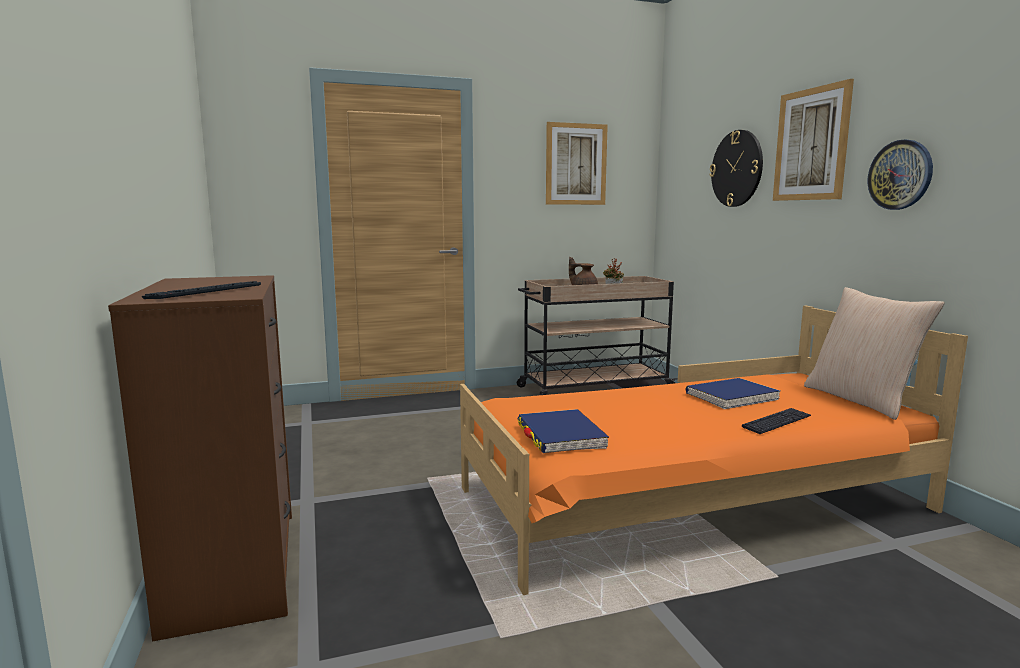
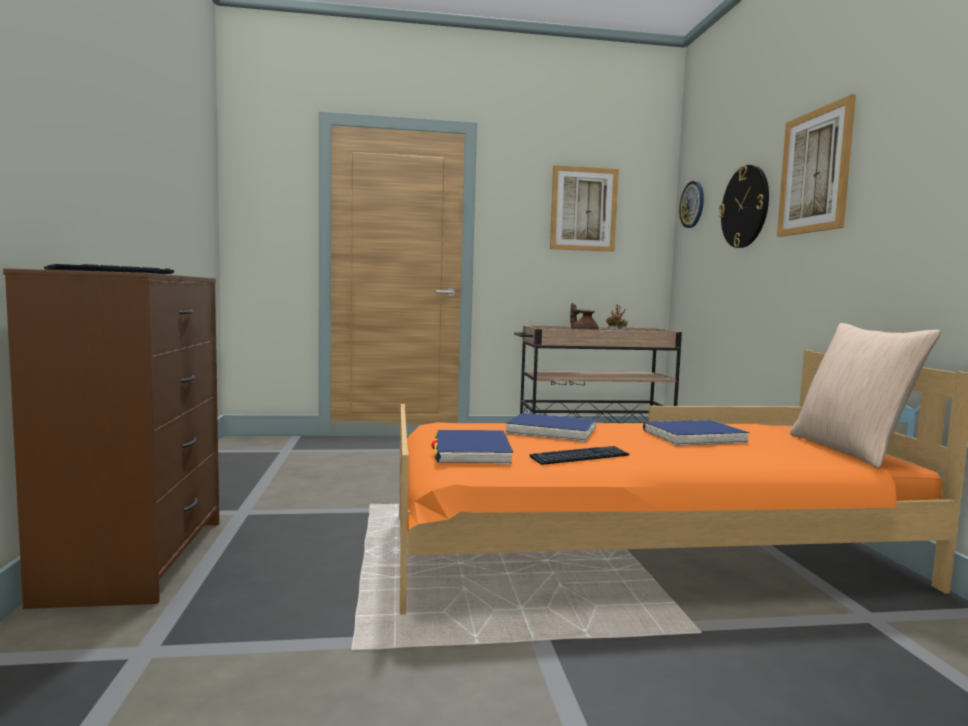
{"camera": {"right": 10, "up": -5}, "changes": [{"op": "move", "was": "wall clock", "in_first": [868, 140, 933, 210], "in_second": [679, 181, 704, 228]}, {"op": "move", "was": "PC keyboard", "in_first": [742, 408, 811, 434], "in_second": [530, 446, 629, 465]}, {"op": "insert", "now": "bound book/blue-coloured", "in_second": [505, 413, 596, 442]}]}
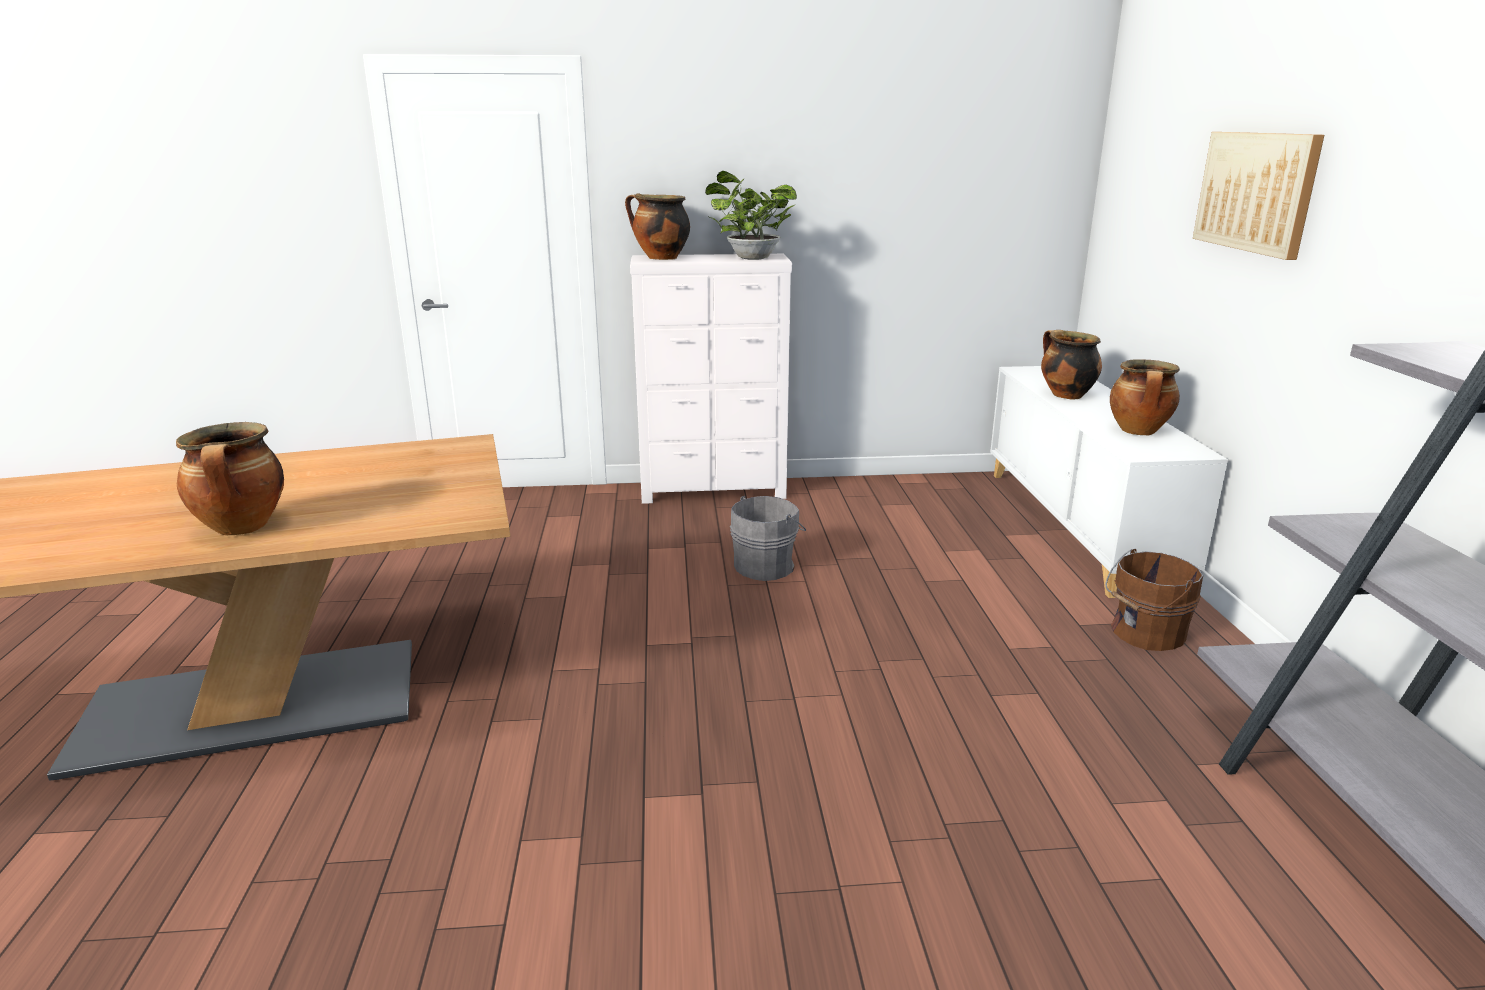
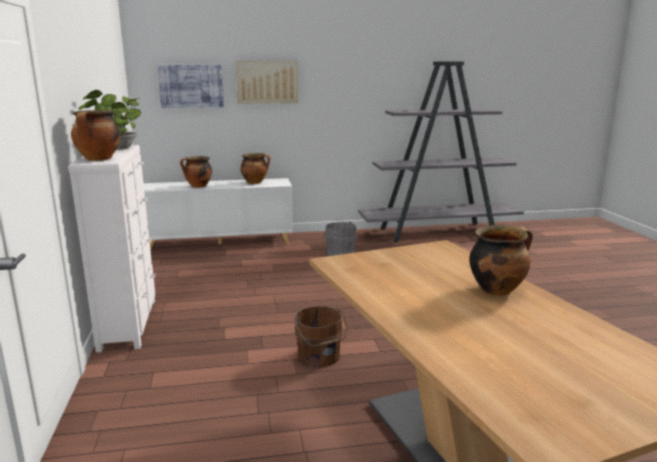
{"camera": {"right": -95, "up": -5}, "changes": [{"op": "move", "was": "water bucket/gray", "in_first": [730, 496, 806, 581], "in_second": [322, 221, 357, 256]}, {"op": "move", "was": "water bucket/brown", "in_first": [1105, 549, 1203, 651], "in_second": [295, 306, 347, 367]}, {"op": "insert", "now": "wall picture", "in_second": [157, 65, 224, 108]}]}
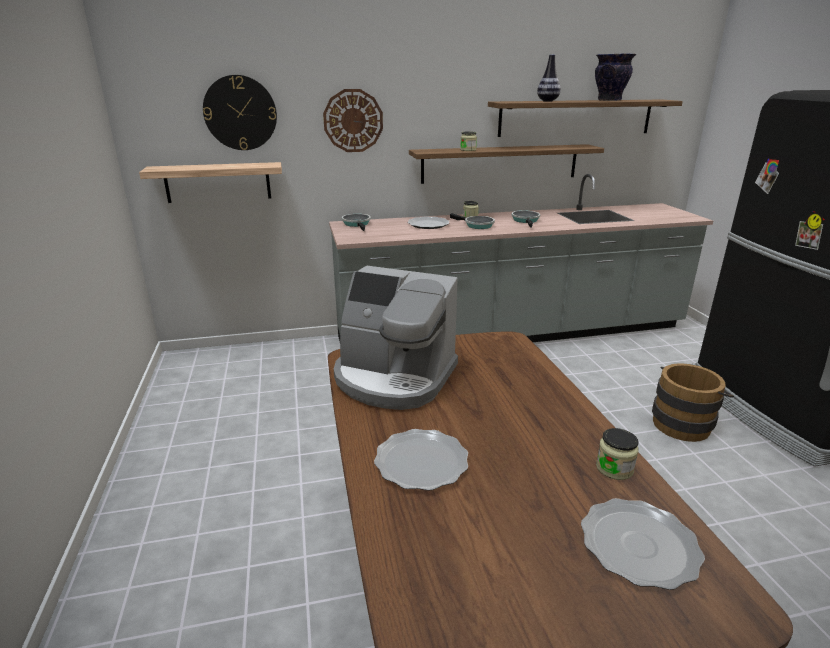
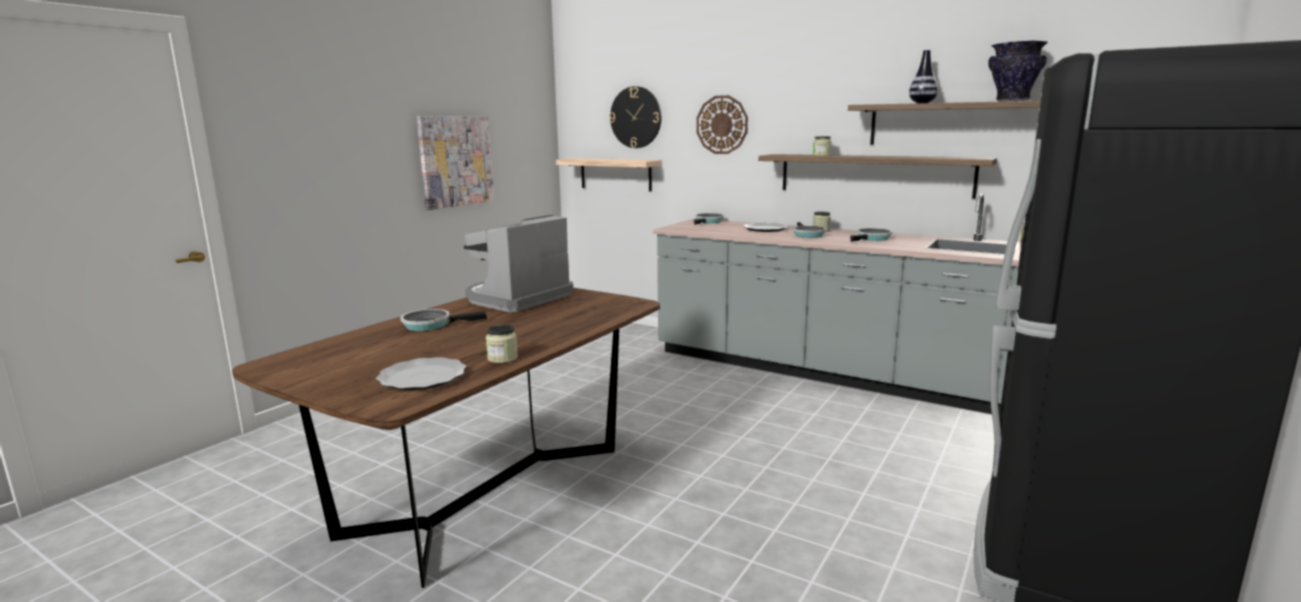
{"camera": {"right": 45, "up": -10}, "changes": [{"op": "rotate", "was": "coffee machine", "in_first": [334, 265, 458, 410], "in_second": [463, 215, 573, 312], "clockwise": 60}, {"op": "delete", "was": "water bucket/brown", "in_first": [652, 363, 734, 442]}, {"op": "replace", "was": "flat dish", "now": "skillet", "in_first": [374, 429, 468, 490], "in_second": [400, 309, 487, 331]}, {"op": "insert", "now": "wall picture", "in_second": [417, 116, 494, 210]}]}
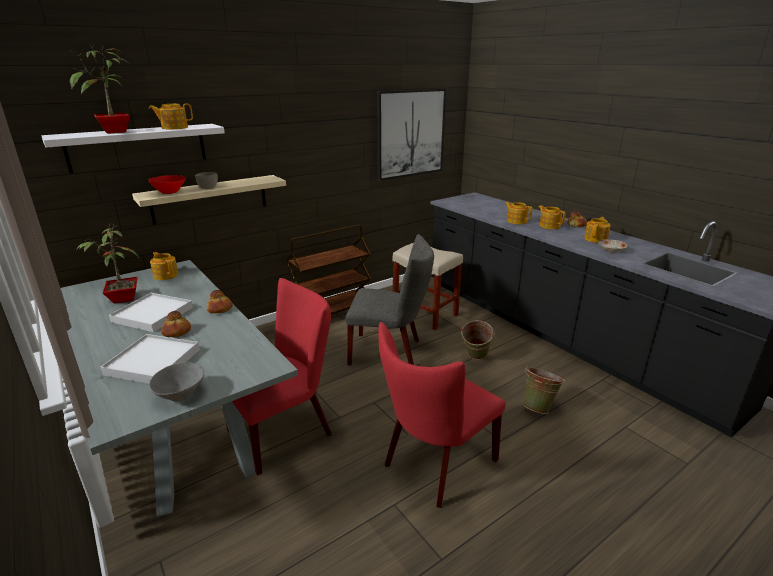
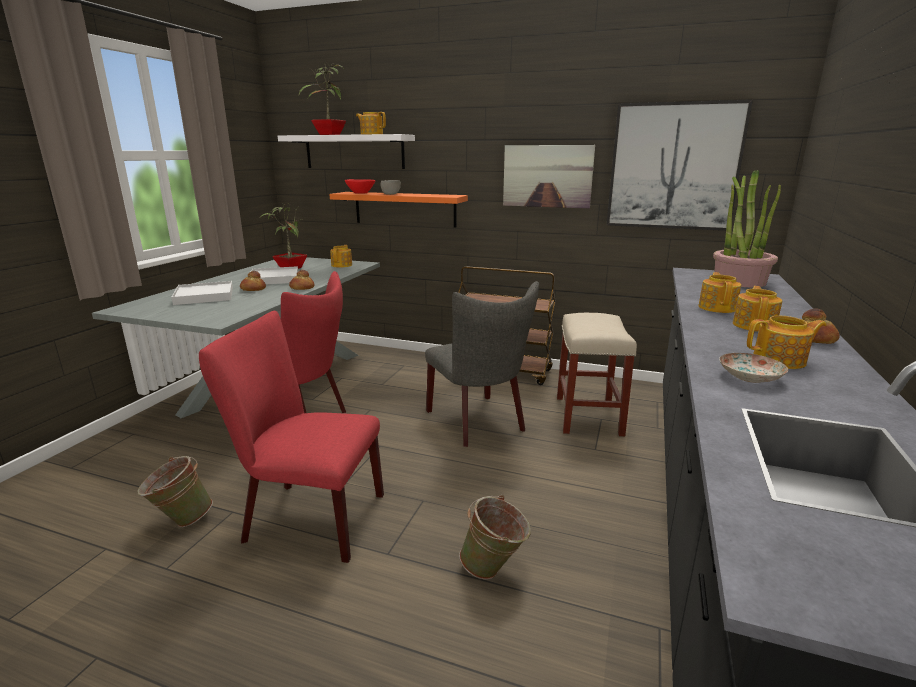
{"camera": {"right": 55, "up": -5}, "changes": [{"op": "recolor", "was": "bracket shelf/beige-coloured", "now": "bracket shelf/orange-coloured", "in_first": [132, 175, 286, 225], "in_second": [329, 192, 468, 228]}, {"op": "move", "was": "water bucket/greenish", "in_first": [461, 320, 495, 360], "in_second": [137, 456, 213, 527]}, {"op": "delete", "was": "serving bowl/gray", "in_first": [149, 362, 204, 402]}, {"op": "insert", "now": "wall picture", "in_second": [503, 145, 595, 208]}, {"op": "insert", "now": "potted plant", "in_second": [713, 170, 781, 287]}]}
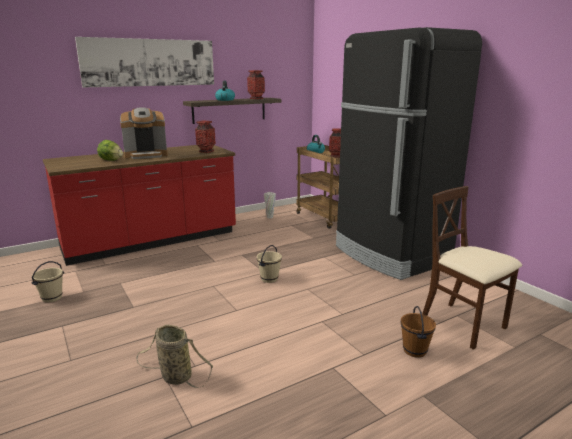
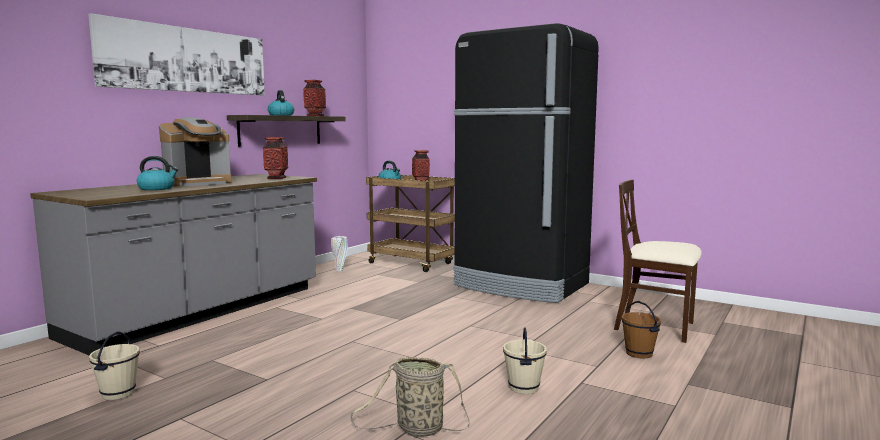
{"camera": {"right": -25, "up": -10}, "changes": [{"op": "replace", "was": "lettuce", "now": "tea kettle", "in_first": [97, 140, 123, 161], "in_second": [137, 156, 178, 190]}, {"op": "recolor", "was": "kitchen counter/red-coloured", "now": "kitchen counter/gray", "in_first": [43, 145, 236, 266], "in_second": [30, 174, 317, 355]}, {"op": "move", "was": "water bucket/beige-coloured", "in_first": [257, 245, 282, 283], "in_second": [503, 327, 547, 394]}]}
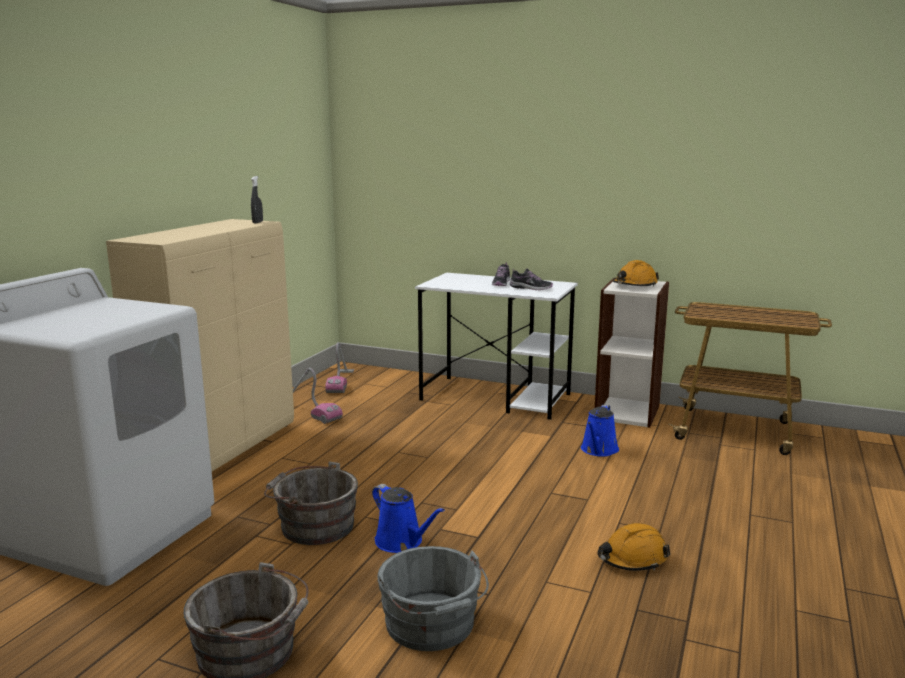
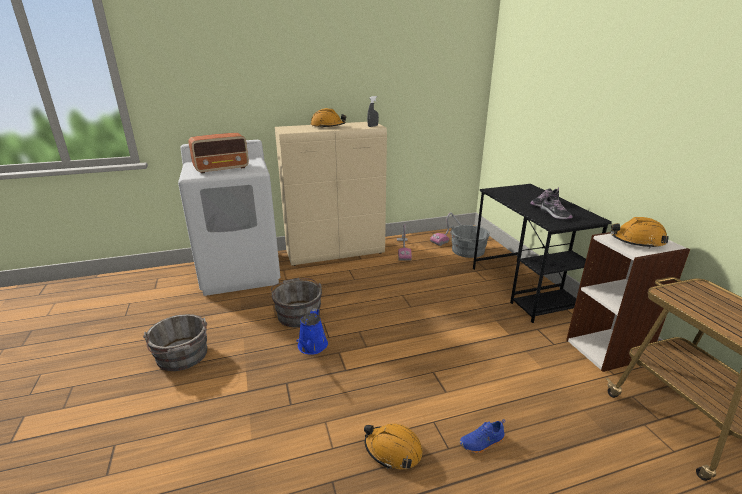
{"camera": {"right": 50, "up": 10}, "changes": [{"op": "recolor", "was": "desk unit/white", "now": "desk unit/blackish", "in_first": [415, 273, 578, 420], "in_second": [473, 184, 612, 323]}, {"op": "delete", "was": "watering can/blue-coloured", "in_first": [581, 405, 619, 457]}, {"op": "move", "was": "water bucket/gray", "in_first": [377, 546, 489, 651], "in_second": [450, 225, 490, 258]}, {"op": "insert", "now": "work helmet/orange-coloured", "in_second": [311, 108, 346, 127]}, {"op": "insert", "now": "radio", "in_second": [189, 133, 249, 174]}, {"op": "insert", "now": "shoe/blue-coloured", "in_second": [460, 419, 505, 453]}]}
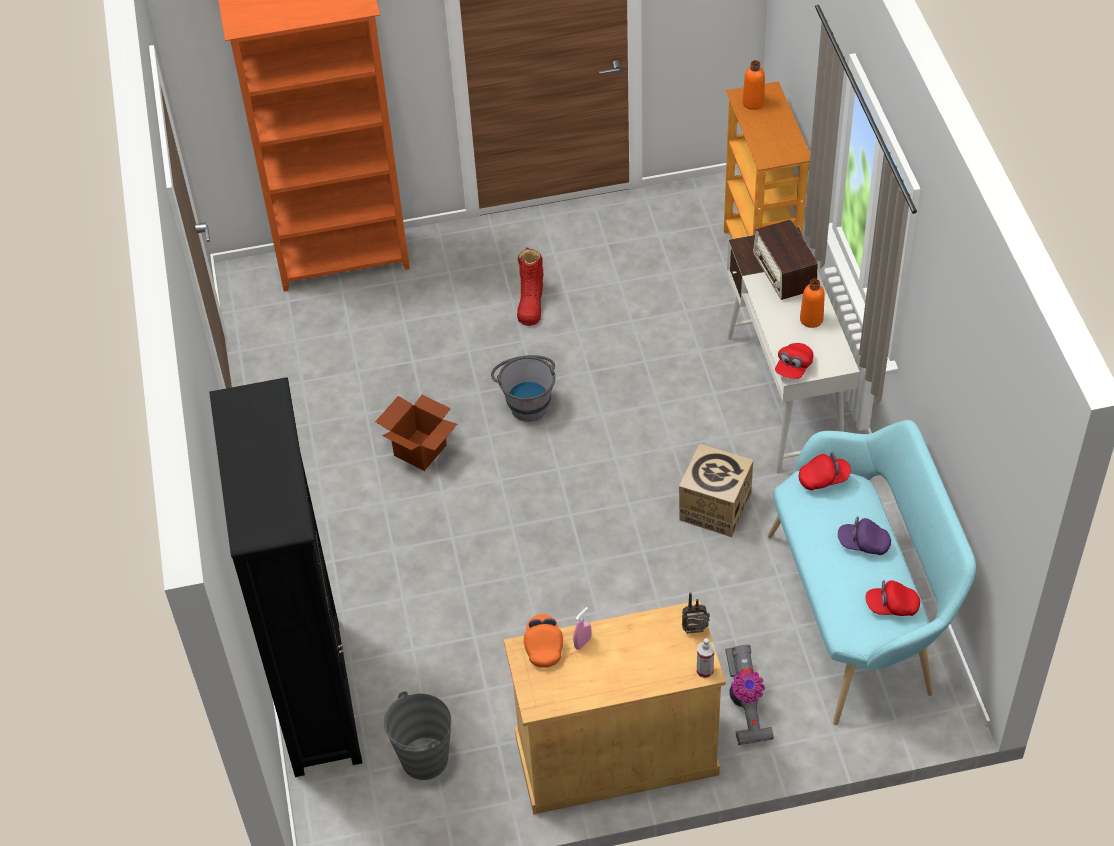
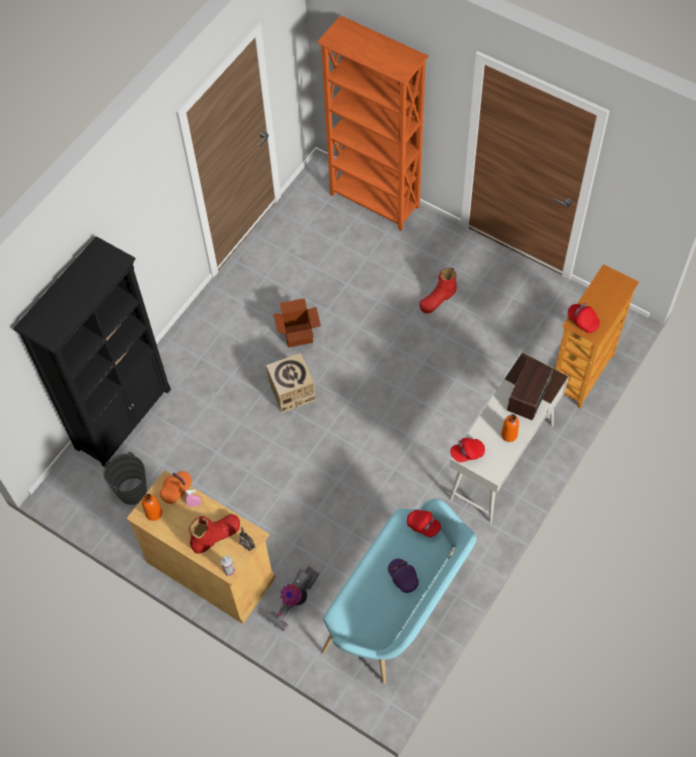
{"camera": {"right": 45, "up": 10}, "changes": [{"op": "move", "was": "drink bottle/orange-coloured", "in_first": [742, 60, 765, 110], "in_second": [142, 494, 162, 521]}, {"op": "delete", "was": "water bucket/gray", "in_first": [491, 355, 555, 422]}, {"op": "move", "was": "cardboard box", "in_first": [679, 444, 753, 537], "in_second": [266, 353, 316, 413]}, {"op": "move", "was": "cap/red-coloured", "in_first": [865, 580, 920, 616], "in_second": [568, 303, 600, 333]}, {"op": "insert", "now": "tall boot/red-coloured", "in_second": [189, 514, 240, 554]}]}
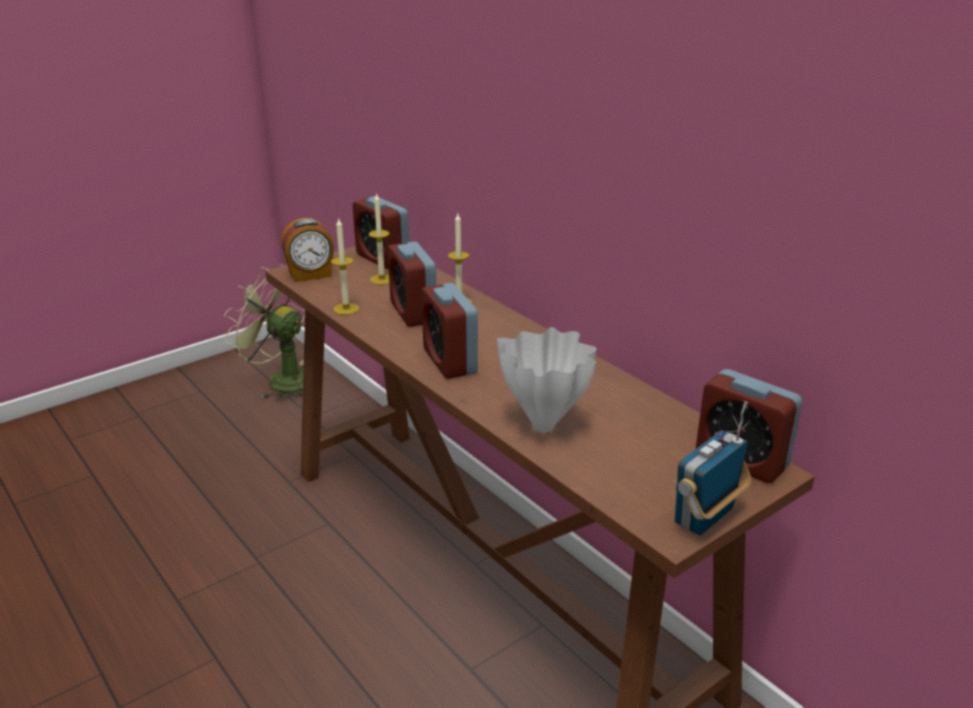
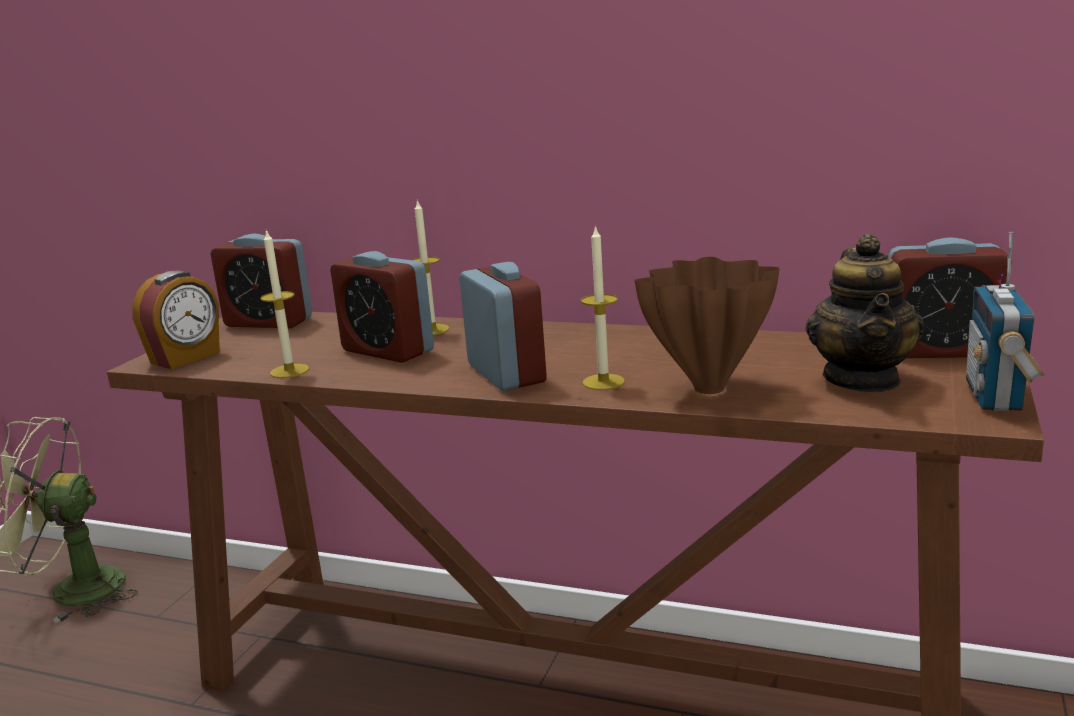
{"camera": {"right": -30, "up": -10}, "changes": [{"op": "move", "was": "candle", "in_first": [369, 192, 390, 285], "in_second": [581, 225, 625, 390]}, {"op": "rotate", "was": "table clock", "in_first": [421, 283, 478, 379], "in_second": [460, 262, 547, 391], "clockwise": -150}, {"op": "recolor", "was": "decorative vase/white", "now": "decorative vase/brown", "in_first": [497, 327, 597, 432], "in_second": [635, 257, 780, 394]}, {"op": "insert", "now": "tea pot", "in_second": [805, 234, 924, 392]}]}
